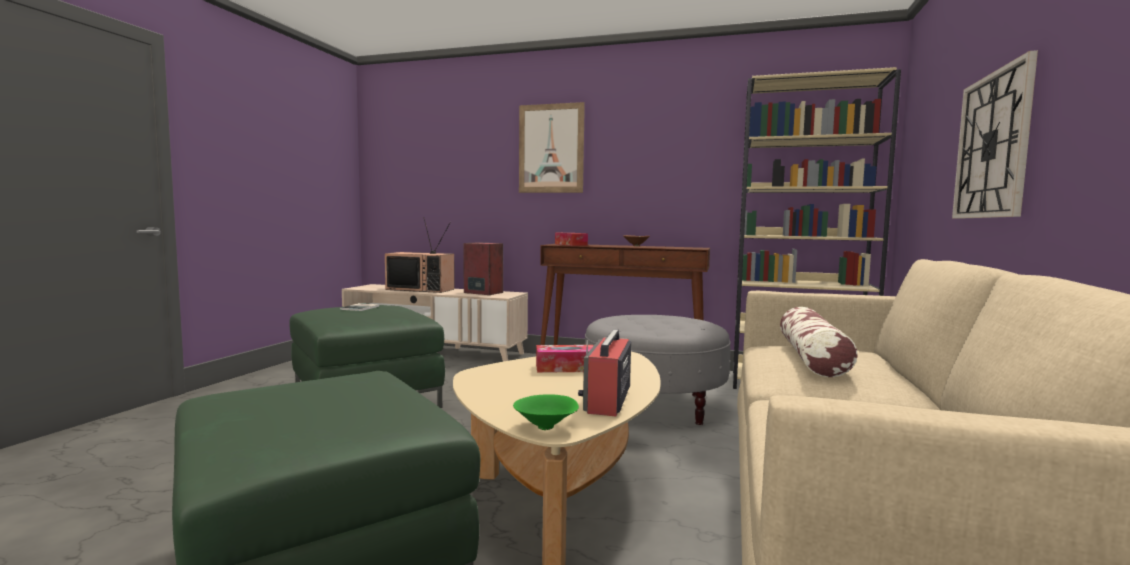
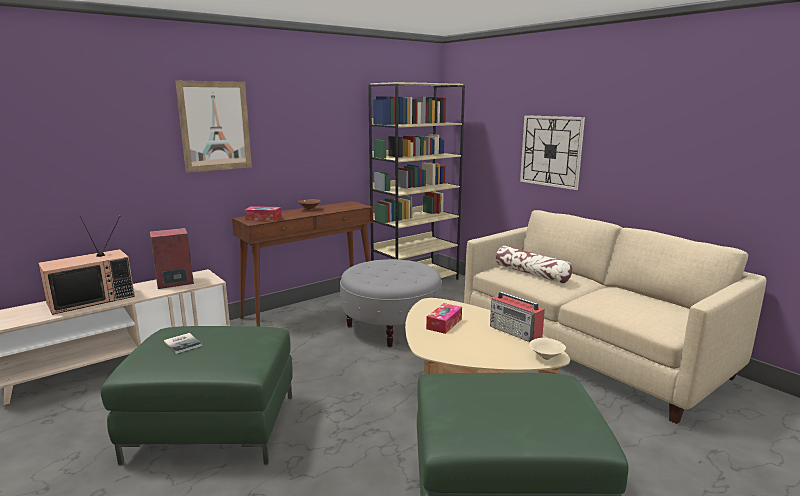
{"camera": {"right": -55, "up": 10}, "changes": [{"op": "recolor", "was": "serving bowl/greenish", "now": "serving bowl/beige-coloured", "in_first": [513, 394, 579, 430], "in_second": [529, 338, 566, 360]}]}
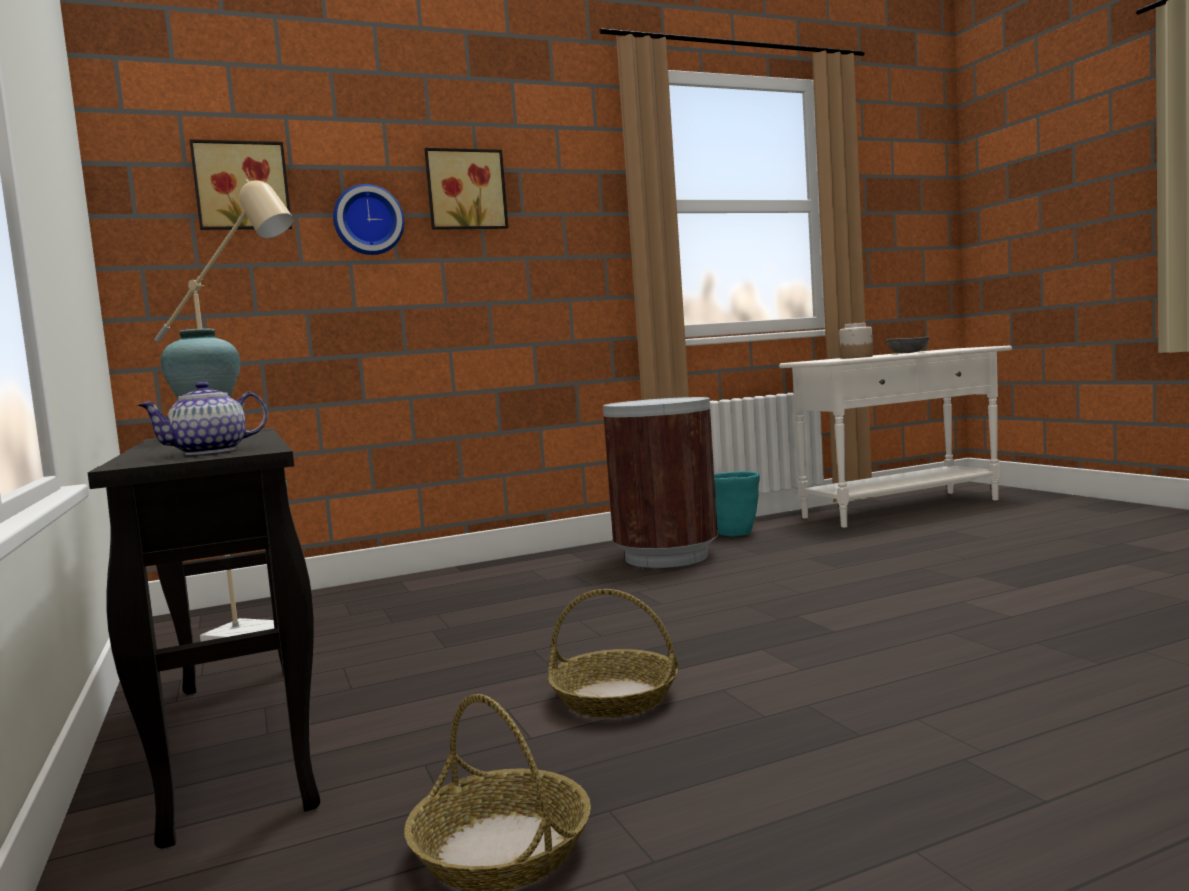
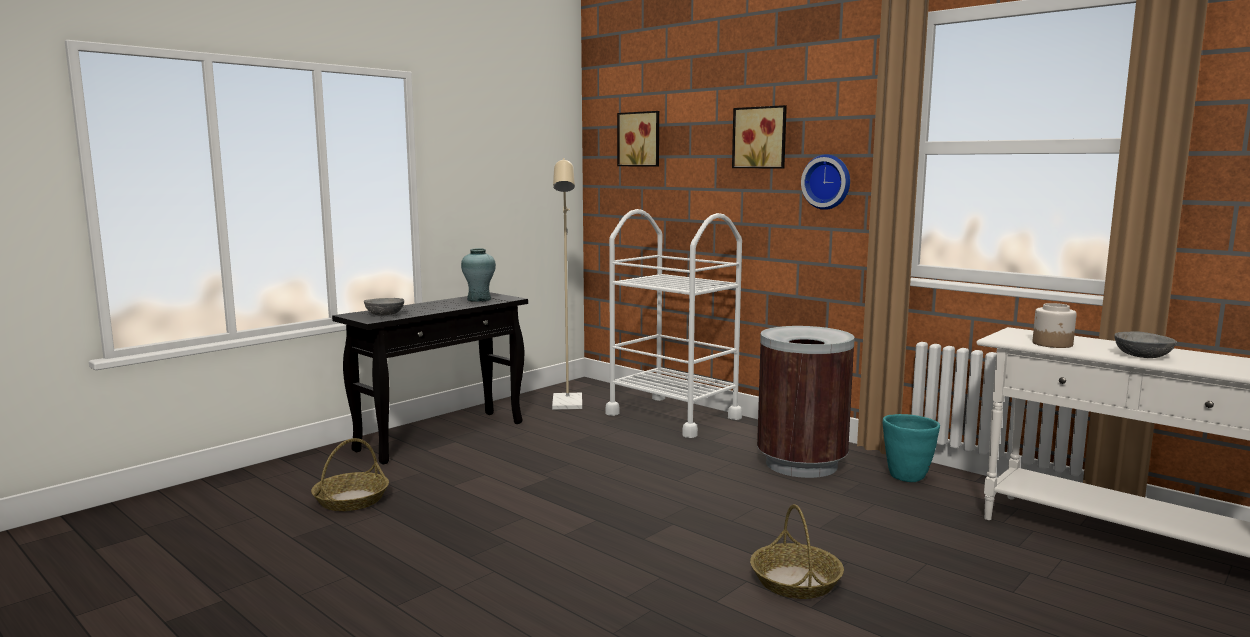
{"camera": {"right": 65, "up": 5}, "changes": [{"op": "move", "was": "wall clock", "in_first": [333, 184, 404, 255], "in_second": [801, 154, 850, 210]}, {"op": "replace", "was": "tea pot", "now": "serving bowl/gray", "in_first": [137, 381, 268, 455], "in_second": [364, 298, 404, 315]}, {"op": "move", "was": "basket", "in_first": [548, 589, 678, 718], "in_second": [750, 504, 844, 599]}, {"op": "insert", "now": "cart/white", "in_second": [606, 209, 742, 438]}]}
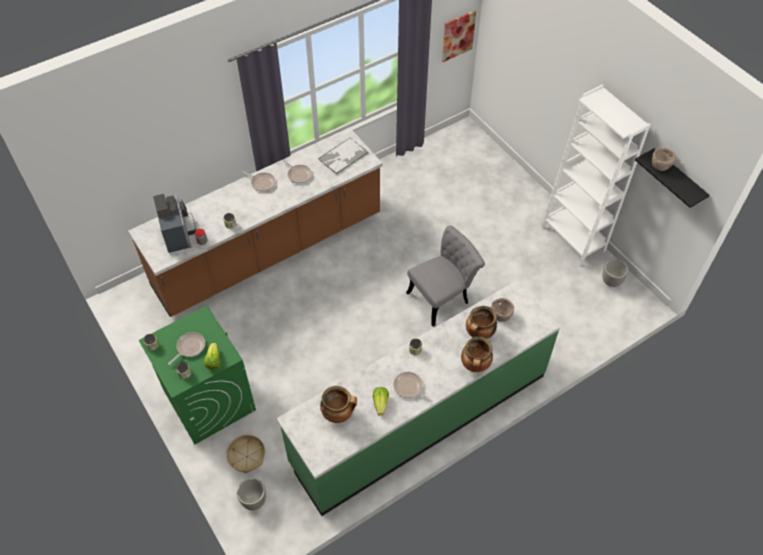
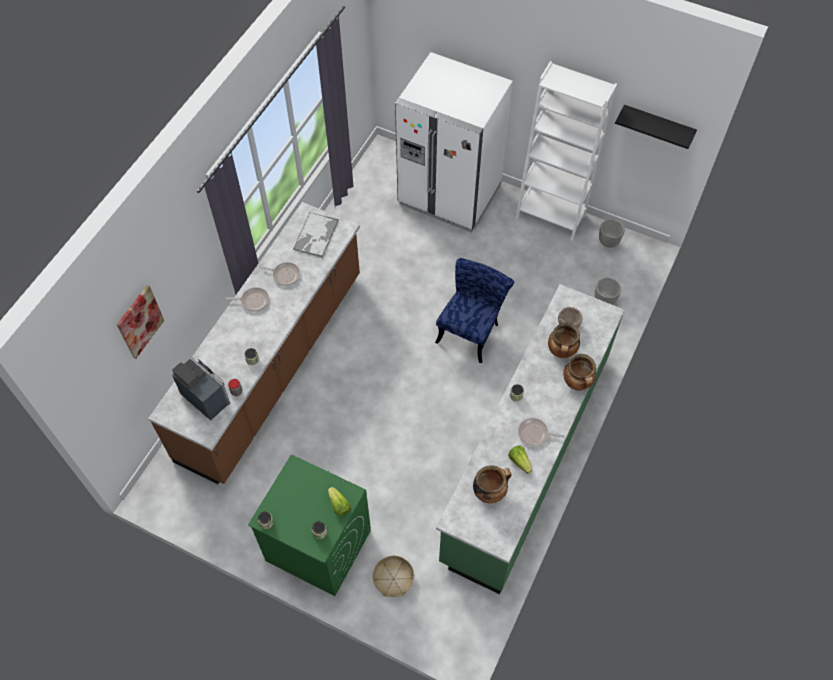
{"camera": {"right": -30, "up": 5}, "changes": [{"op": "move", "was": "wall picture", "in_first": [442, 10, 476, 62], "in_second": [116, 285, 164, 359]}, {"op": "delete", "was": "serving bowl/brown", "in_first": [652, 147, 676, 171]}, {"op": "recolor", "was": "chair/gray", "now": "chair/blue-coloured", "in_first": [406, 226, 485, 327], "in_second": [435, 258, 514, 363]}, {"op": "delete", "was": "skillet", "in_first": [168, 332, 205, 365]}, {"op": "move", "was": "plant pot", "in_first": [237, 478, 266, 510], "in_second": [595, 278, 621, 305]}, {"op": "insert", "now": "refrigerator/white", "in_second": [395, 52, 513, 233]}]}
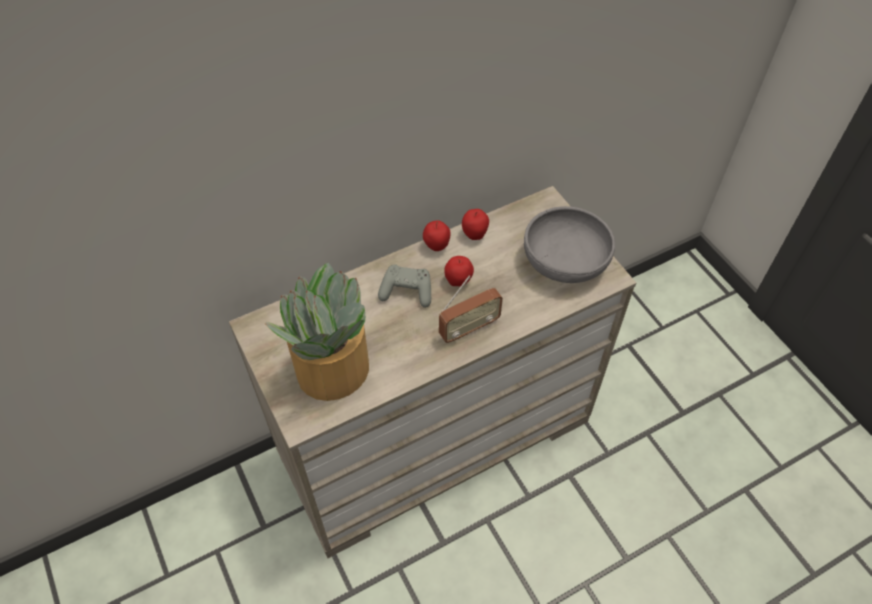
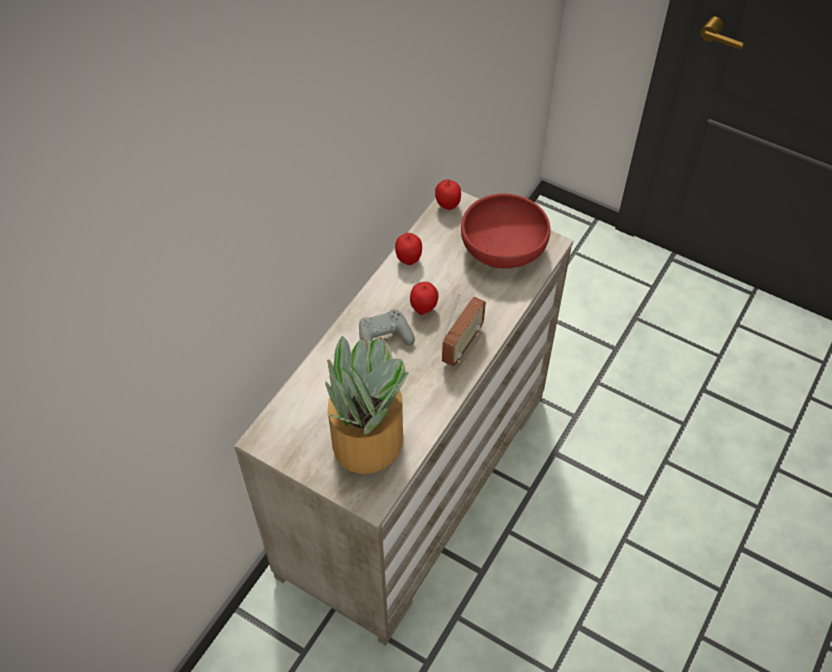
{"camera": {"right": -30, "up": 0}, "changes": [{"op": "recolor", "was": "serving bowl/gray", "now": "serving bowl/red-coloured", "in_first": [524, 206, 615, 283], "in_second": [461, 194, 551, 269]}, {"op": "move", "was": "apple fruit", "in_first": [423, 220, 451, 251], "in_second": [435, 179, 461, 210]}]}
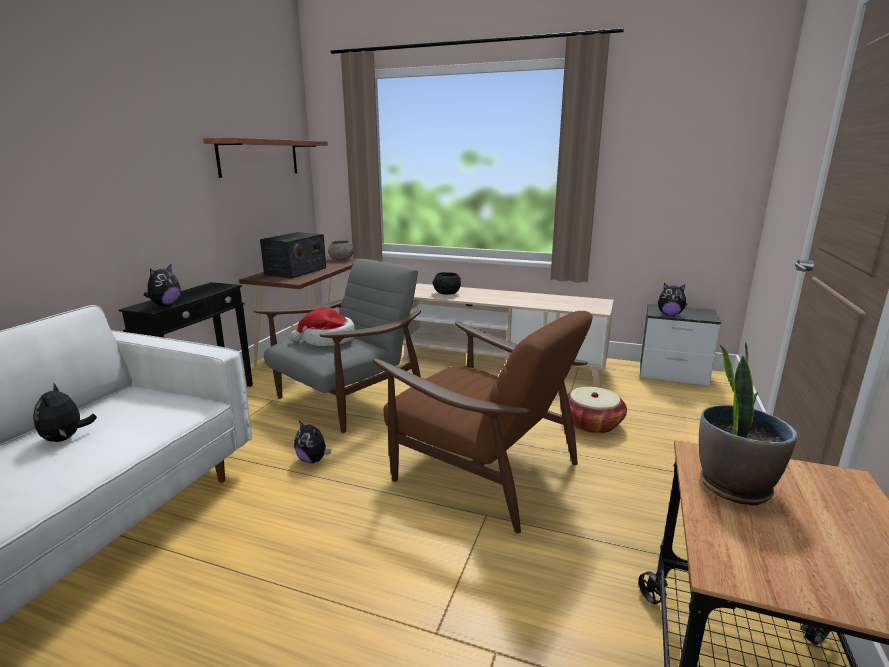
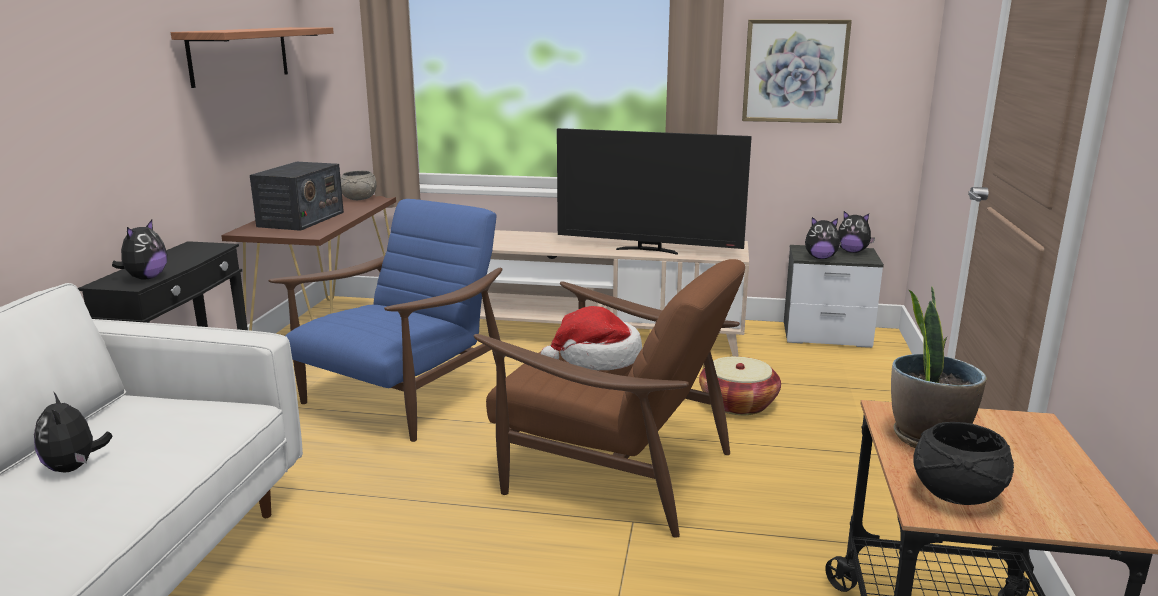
{"camera": {"right": -10, "up": 0}, "changes": [{"op": "recolor", "was": "easy chair/gray", "now": "easy chair/blue-coloured", "in_first": [254, 259, 421, 433], "in_second": [268, 199, 506, 442]}, {"op": "move", "was": "serving bowl/blackish", "in_first": [432, 272, 461, 295], "in_second": [913, 422, 1014, 505]}, {"op": "move", "was": "clothing hat", "in_first": [290, 307, 356, 346], "in_second": [541, 306, 642, 371]}, {"op": "move", "was": "soft toy", "in_first": [294, 420, 331, 463], "in_second": [838, 211, 875, 253]}, {"op": "insert", "now": "wall picture", "in_second": [742, 20, 852, 123]}, {"op": "insert", "now": "TV set", "in_second": [557, 128, 752, 255]}]}
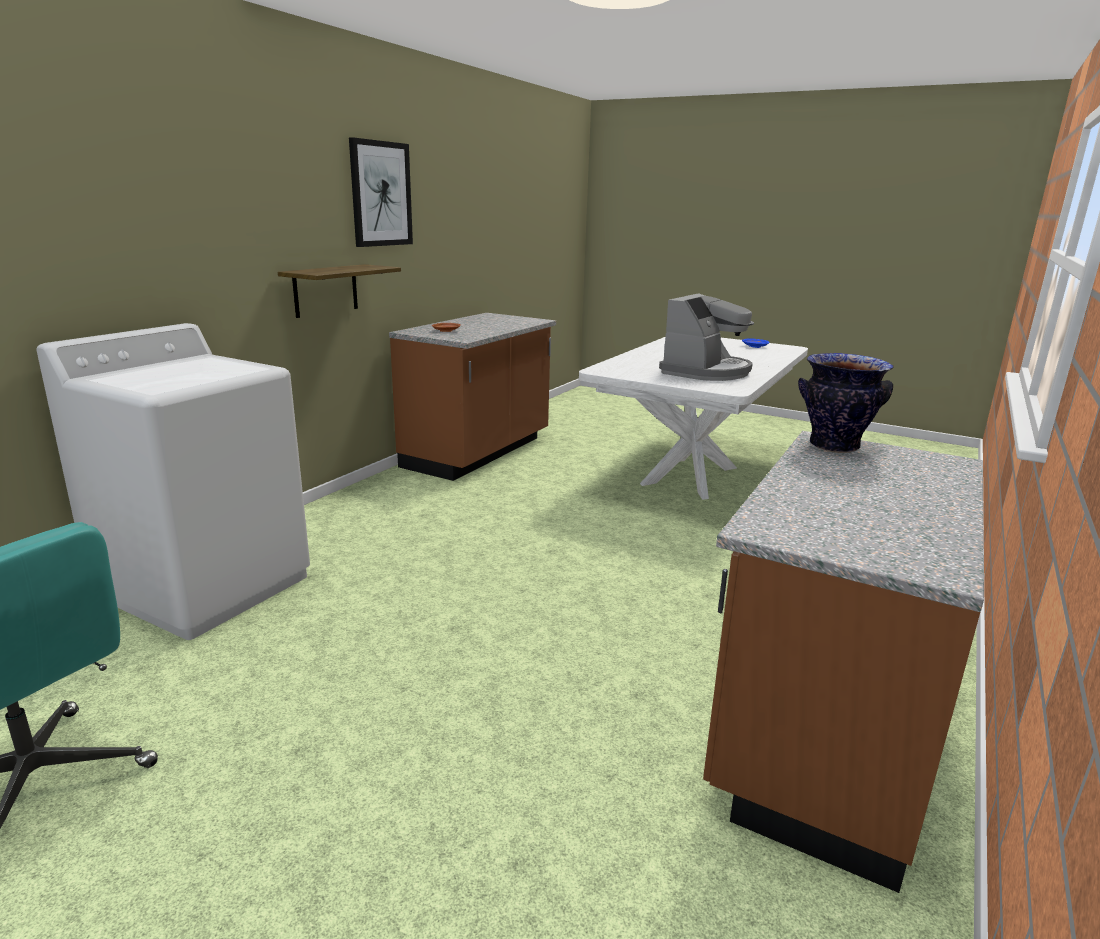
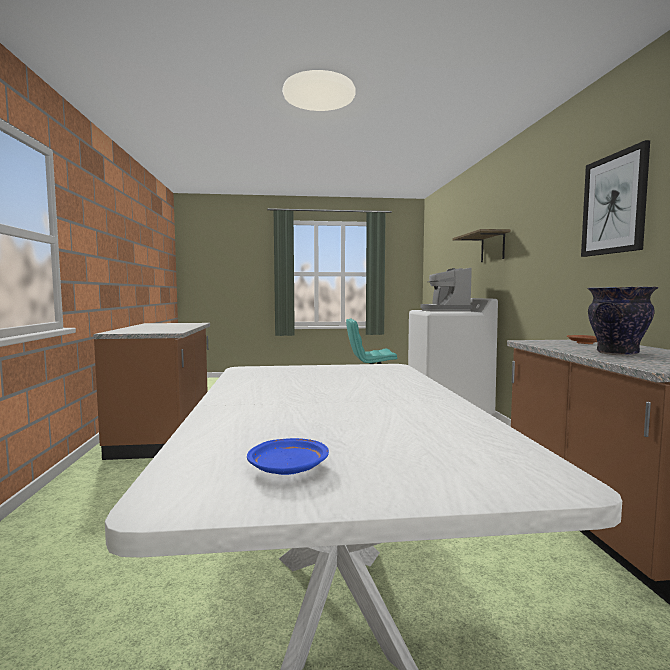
{"camera": {"right": 145, "up": -15}, "changes": [{"op": "move", "was": "bracket shelf", "in_first": [278, 264, 401, 318], "in_second": [453, 229, 510, 262]}, {"op": "move", "was": "coffee machine", "in_first": [659, 293, 754, 381], "in_second": [421, 268, 472, 312]}, {"op": "move", "was": "decorative vase", "in_first": [798, 353, 893, 453], "in_second": [587, 287, 658, 355]}]}
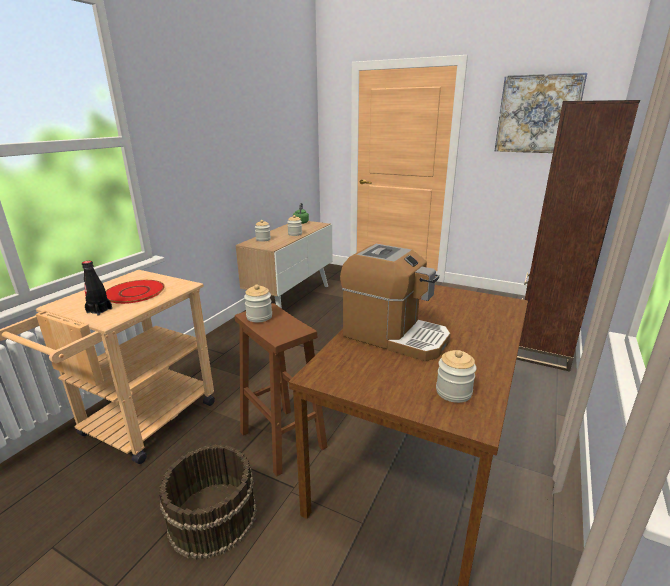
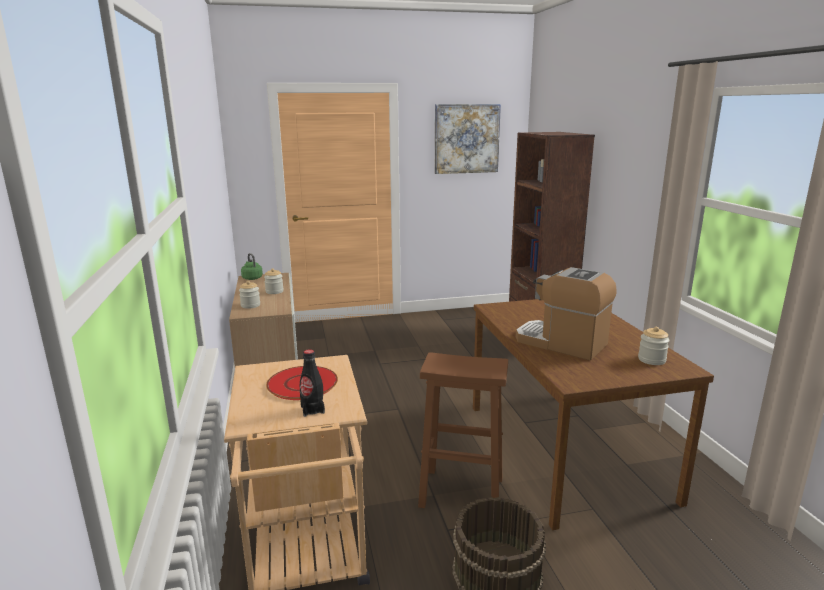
{"camera": {"right": -40, "up": -5}, "changes": [{"op": "rotate", "was": "coffee machine", "in_first": [340, 244, 451, 361], "in_second": [516, 267, 617, 360], "clockwise": -135}, {"op": "delete", "was": "jar", "in_first": [244, 284, 272, 322]}]}
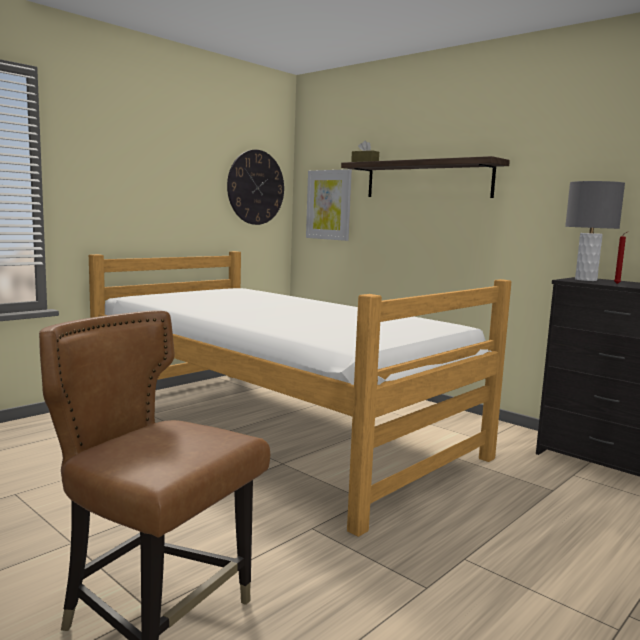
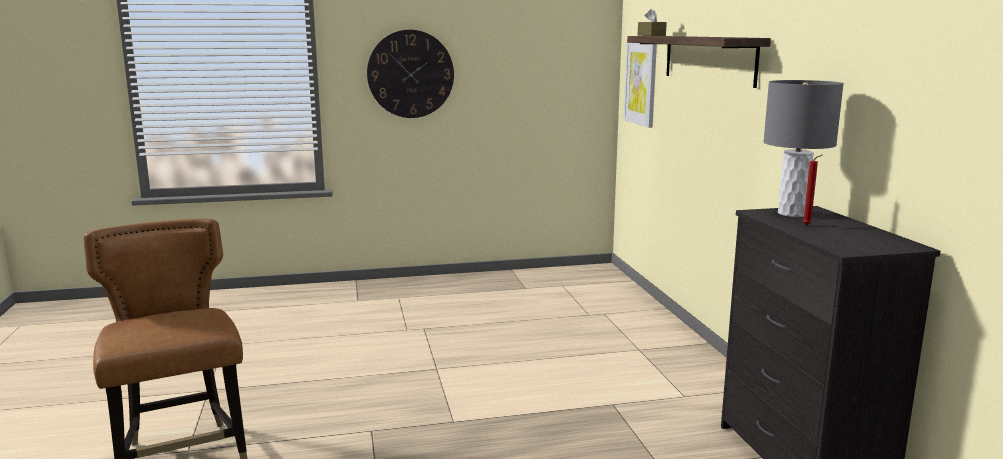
{"camera": {"right": 35, "up": 5}, "changes": [{"op": "move", "was": "wall clock", "in_first": [227, 150, 284, 225], "in_second": [367, 30, 454, 118]}, {"op": "delete", "was": "bedroom bed", "in_first": [89, 251, 511, 537]}]}
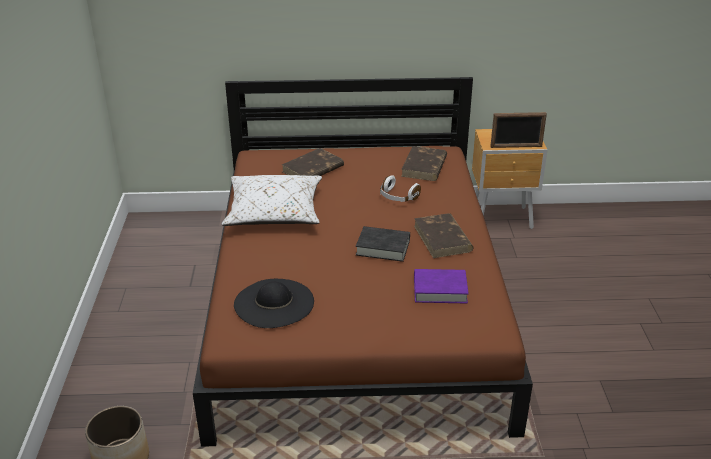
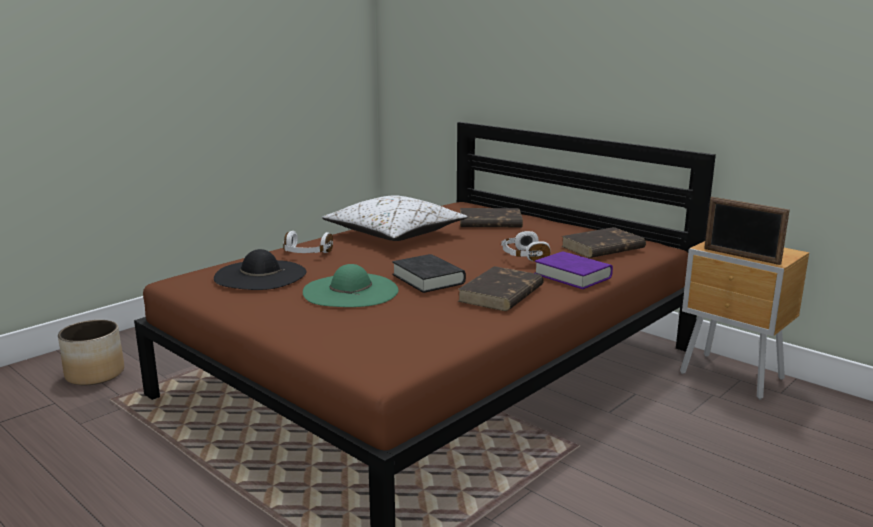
{"camera": {"right": 45, "up": -15}, "changes": [{"op": "move", "was": "bound book/purple-coloured", "in_first": [414, 269, 469, 303], "in_second": [535, 251, 613, 289]}, {"op": "insert", "now": "headset/white", "in_second": [283, 231, 333, 253]}, {"op": "insert", "now": "clothing hat/greenish", "in_second": [303, 264, 399, 307]}]}
